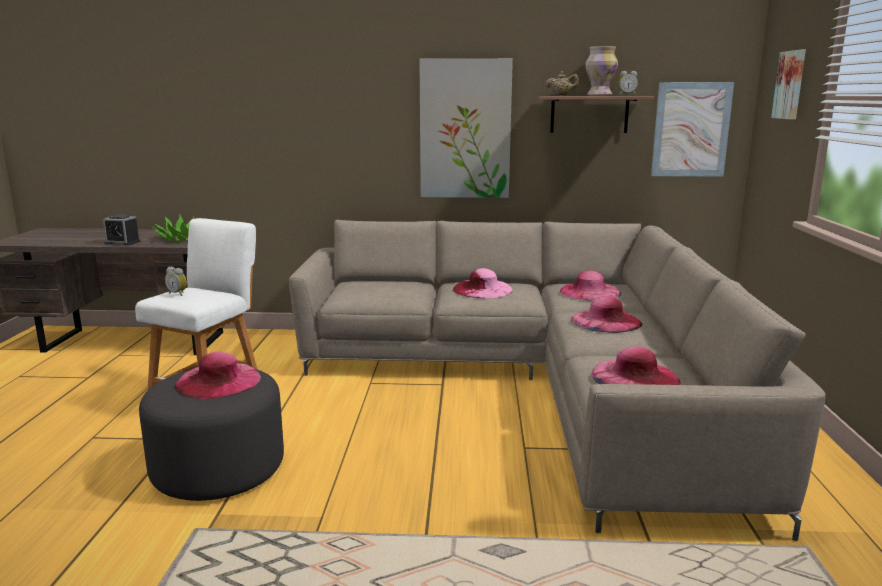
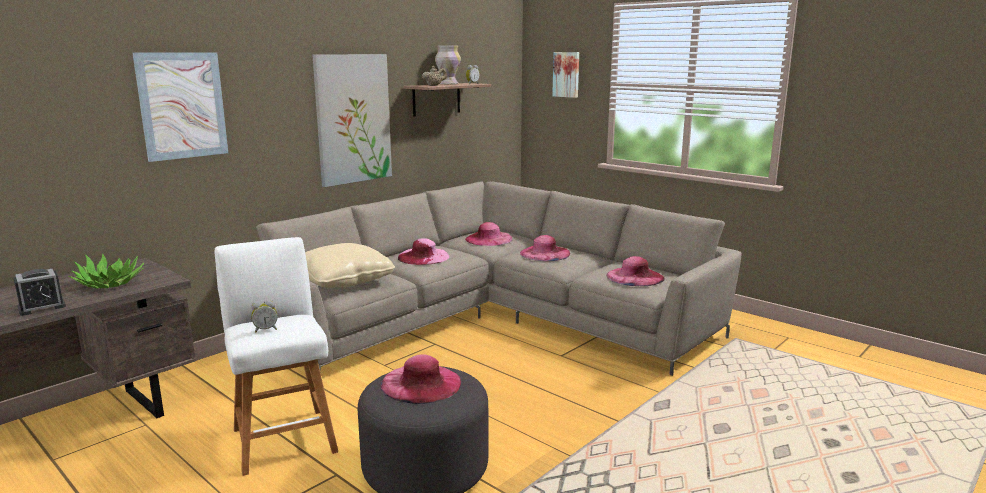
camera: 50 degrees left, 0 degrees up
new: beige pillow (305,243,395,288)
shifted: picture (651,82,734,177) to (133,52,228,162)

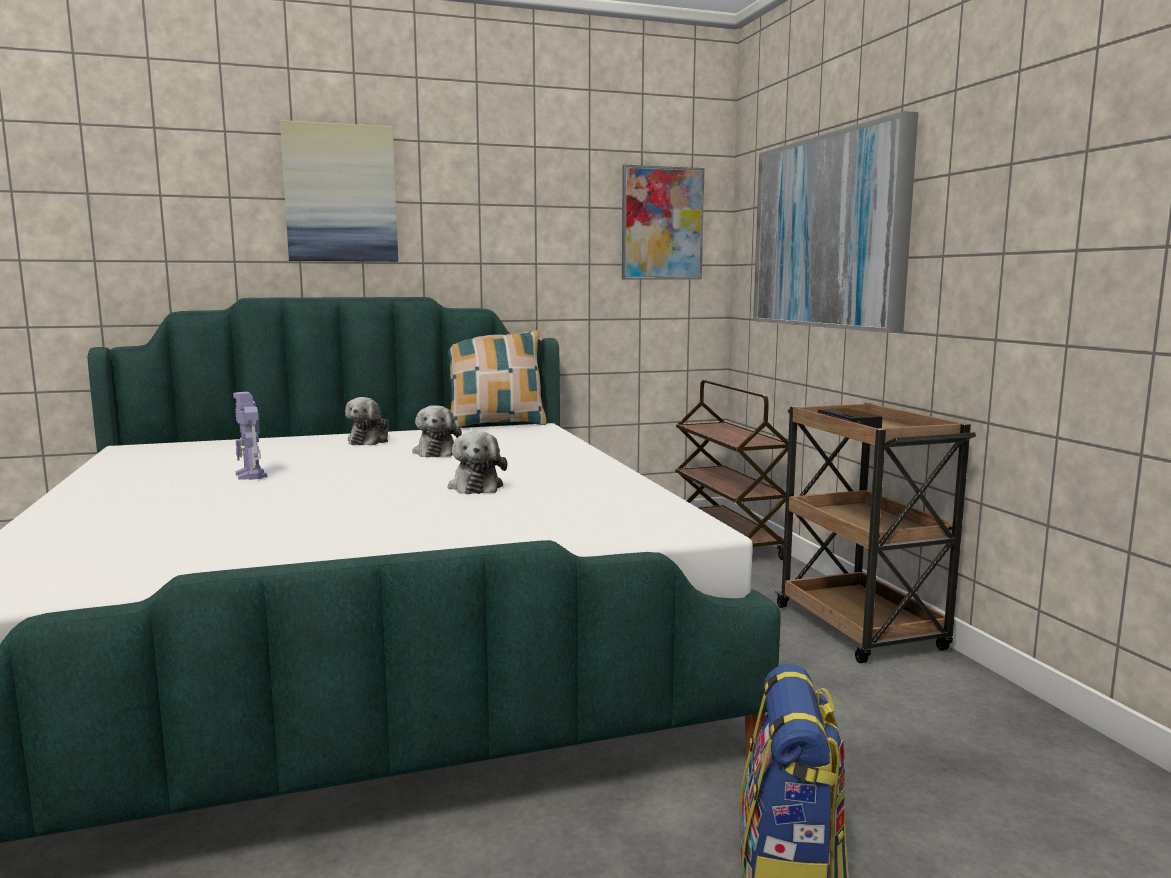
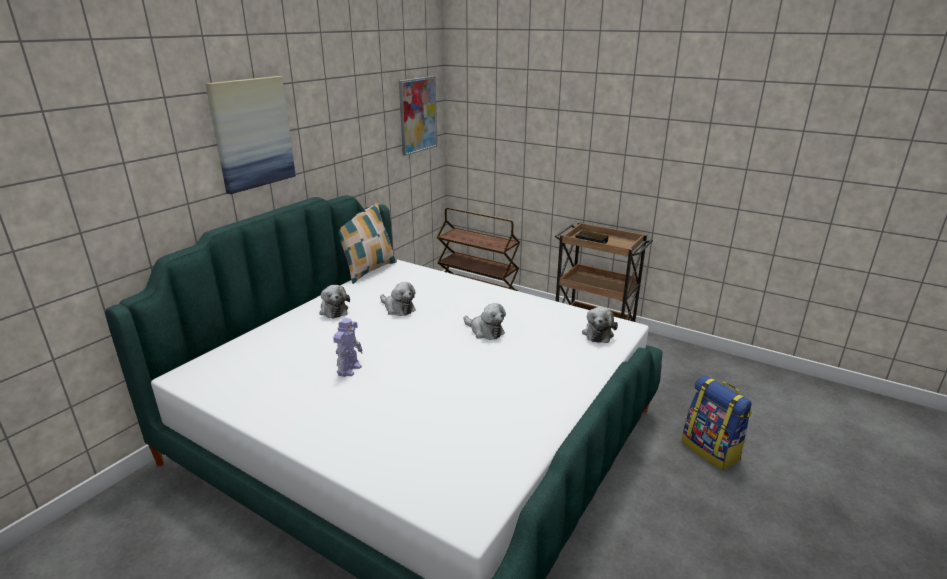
camera: 40 degrees left, 15 degrees up
gone: picture (753,111,918,333)
new: plush toy (582,307,618,343)
rotated: toy robot (233,392,267,480) = (333,318,362,377) 90 degrees counterclockwise

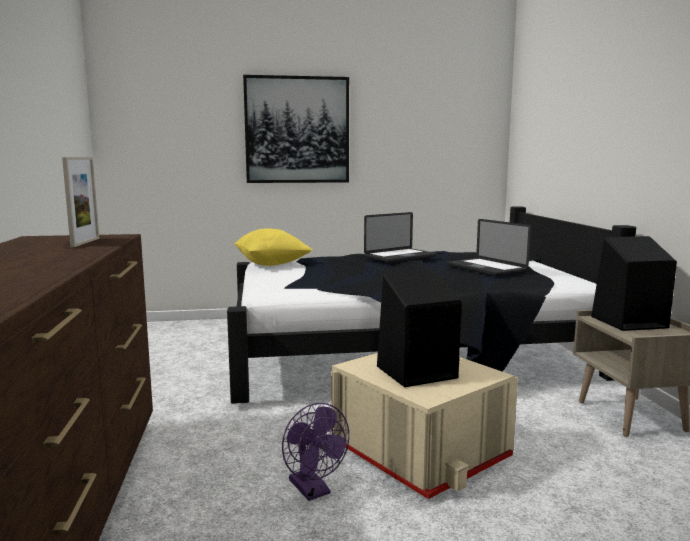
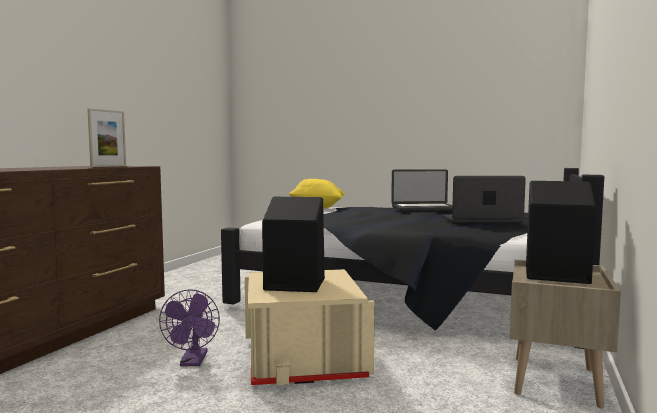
camera: 30 degrees right, 5 degrees down
gone: picture (243,75,349,183)
rotated: laptop (448,219,531,276) = (442,176,526,223) 90 degrees clockwise

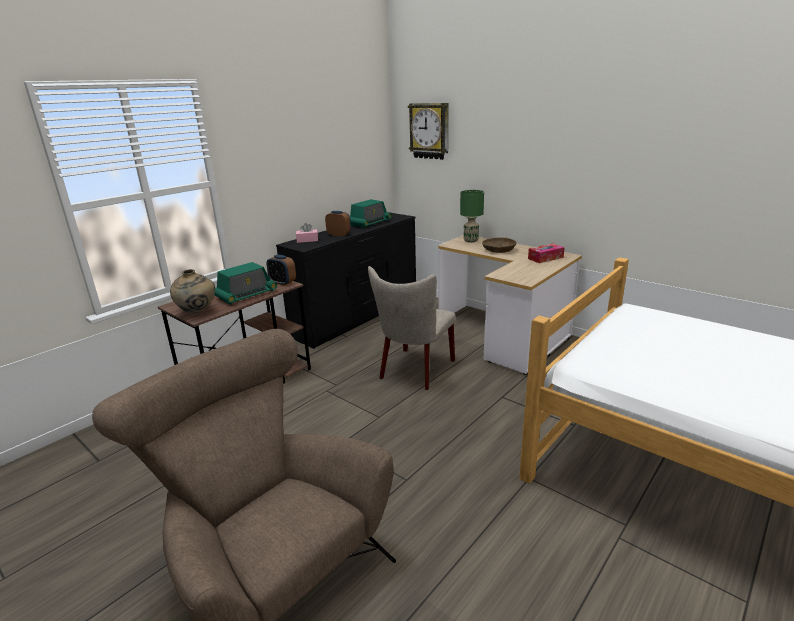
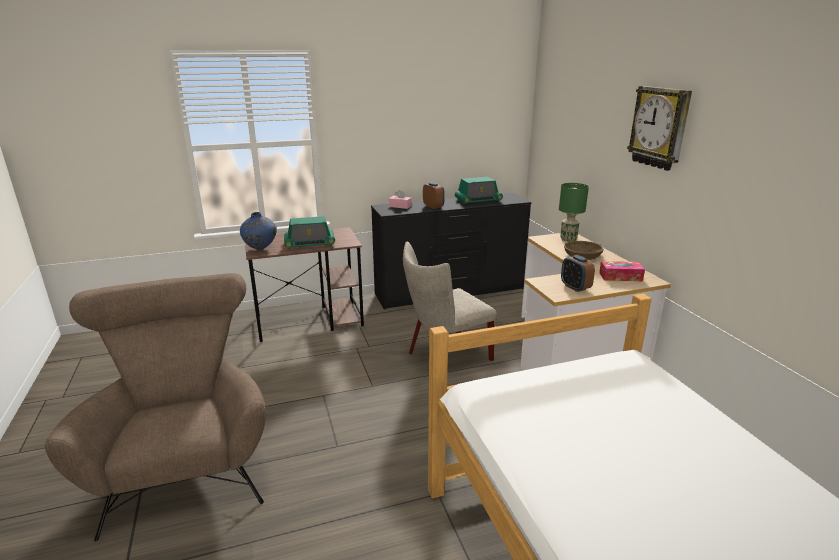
camera: 30 degrees right, 0 degrees up
shifted: alarm clock (266,255,296,286) to (561,255,595,292); wall clock (408,103,449,160) to (627,86,692,171)
repainted: beige vase (170,269,215,313) to blue vase (240,212,277,250)

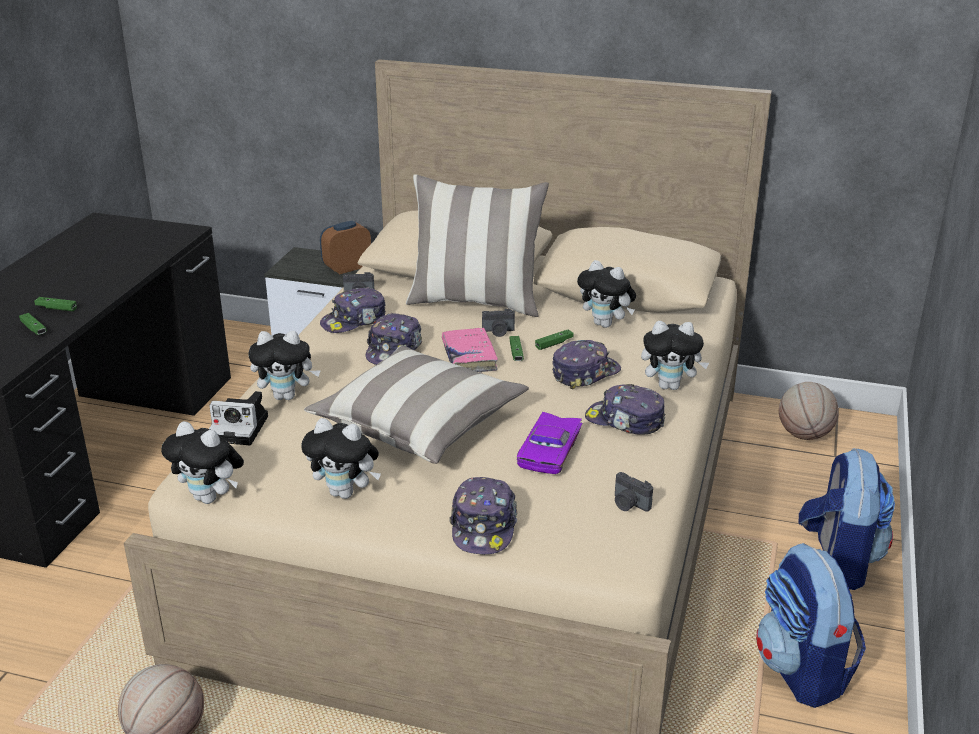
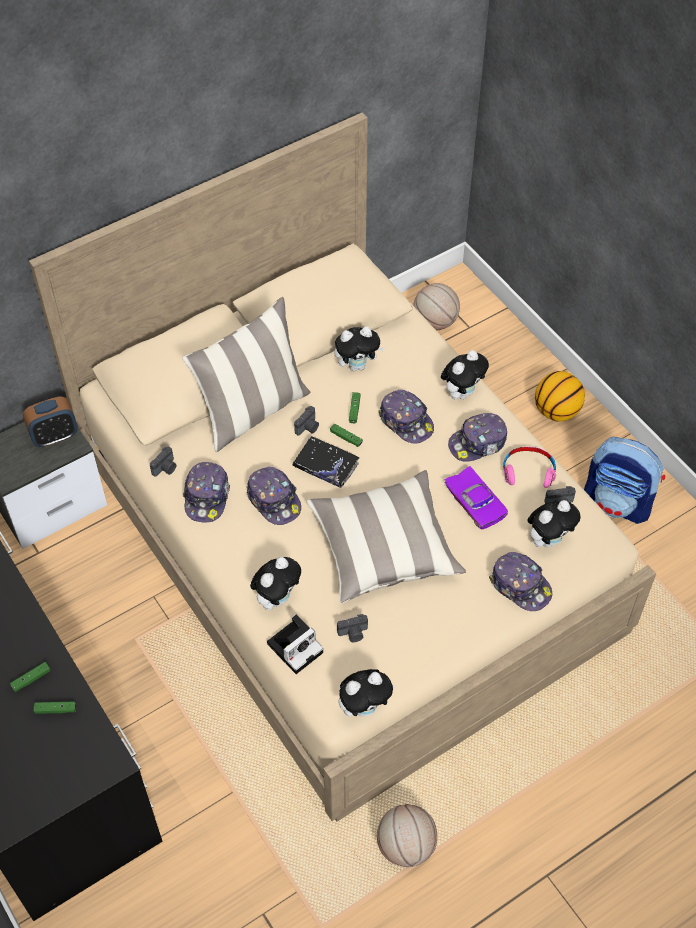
camera: 50 degrees left, 25 degrees up
new: photo camera (337,614,368,642); pink headphones (503,447,556,488)
shifted: plush toy (301,418,381,499) to (527,500,580,547)
swapped: backpack (799,448,895,590) to basketball (535,371,585,422)
repainted: pink book (442,328,498,373) to black book (292,436,359,488)
rotated: alarm clock (320,221,371,274) = (23,396,78,447) 120 degrees counterclockwise; cap (552,340,621,390) = (378,390,434,444) 135 degrees clockwise

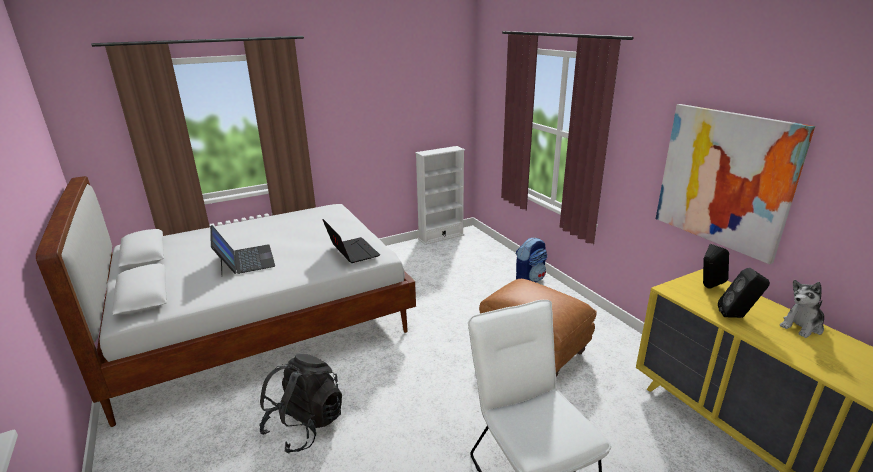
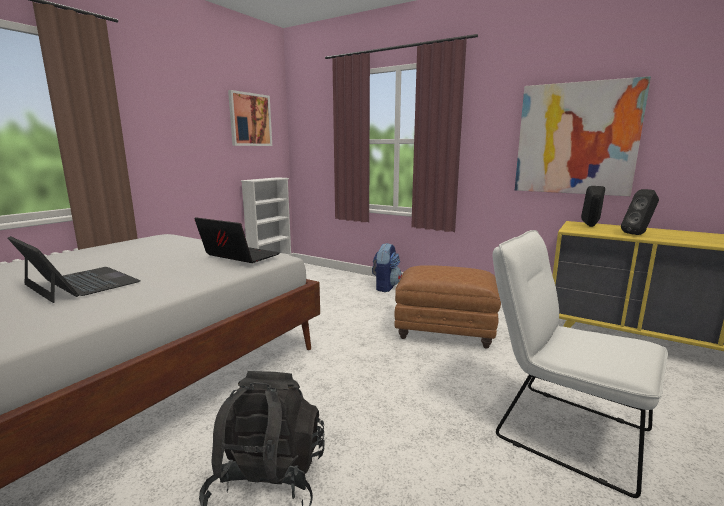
camera: 30 degrees left, 10 degrees down
gone: plush toy (780,280,824,338)
new: picture (228,90,272,146)

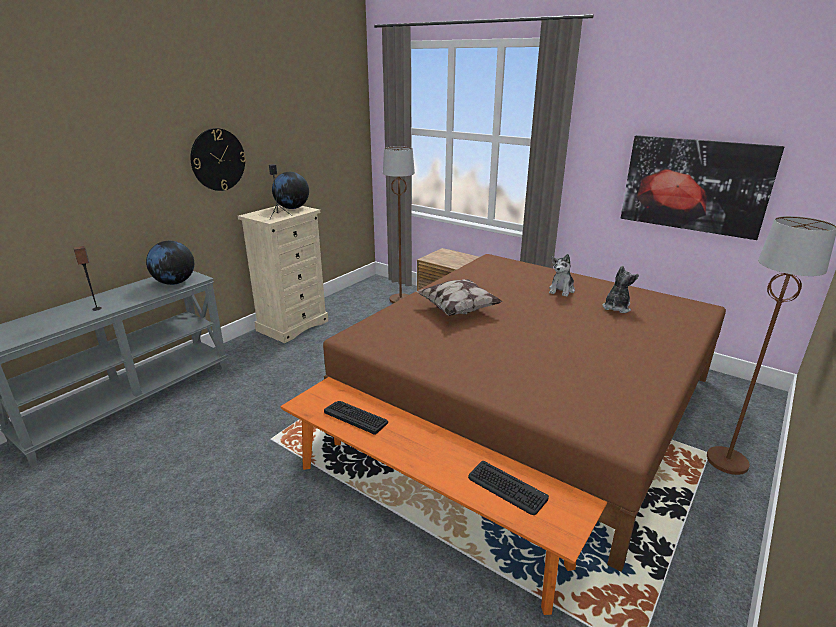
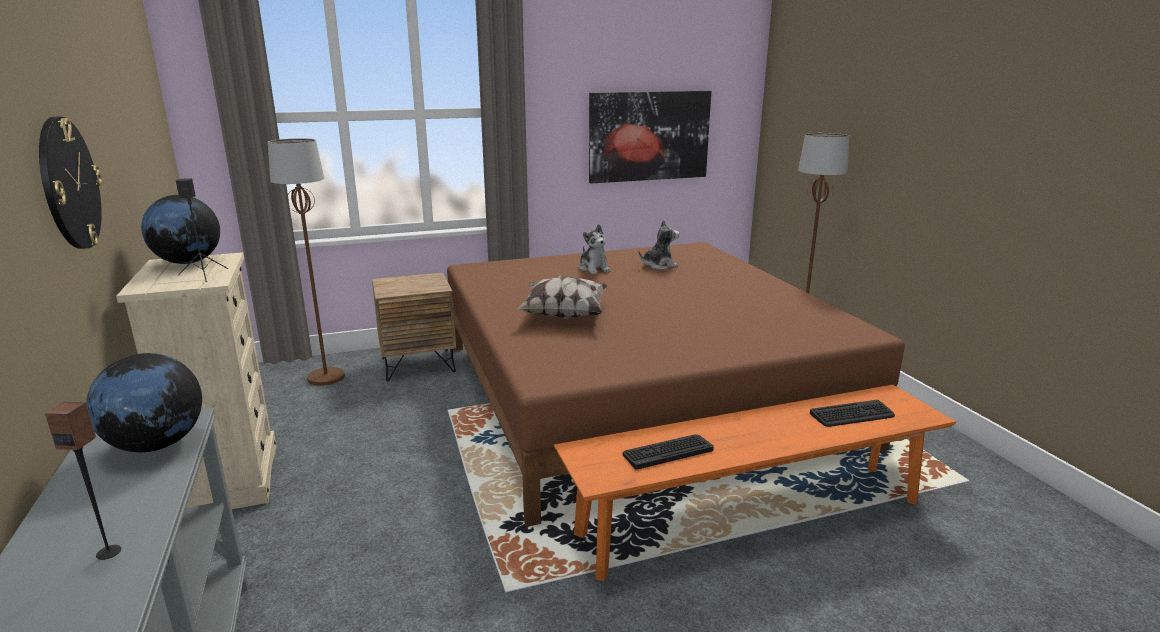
camera: 55 degrees left, 5 degrees down
rotated: plush toy (603,266,639,313) = (638,220,679,270) 90 degrees clockwise

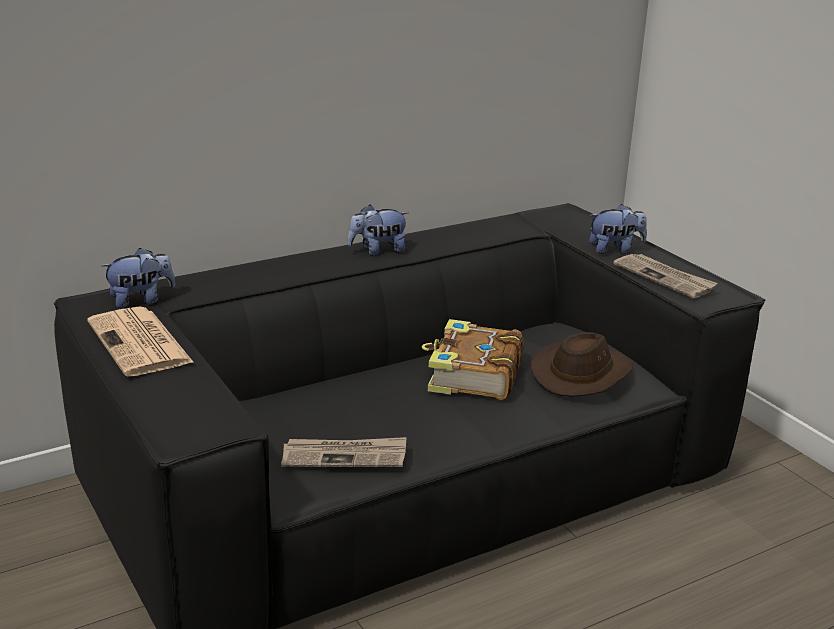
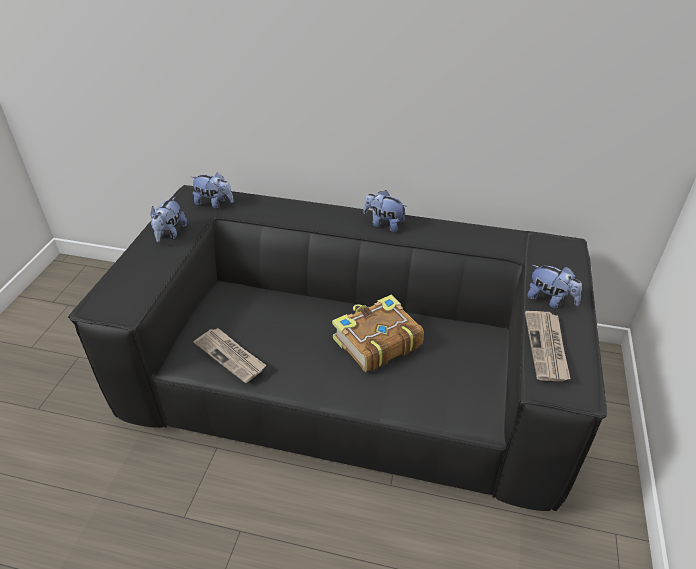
camera: 45 degrees right, 15 degrees up
gone: brown hat (530,332,633,397)
swapped: newspaper (87,306,194,377) to plush toy (151,197,187,242)

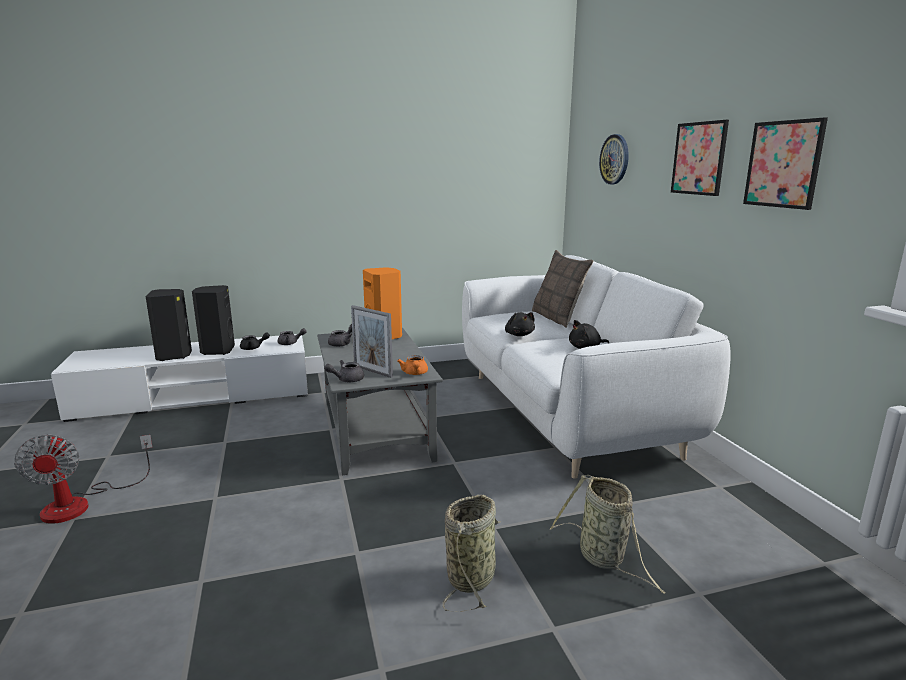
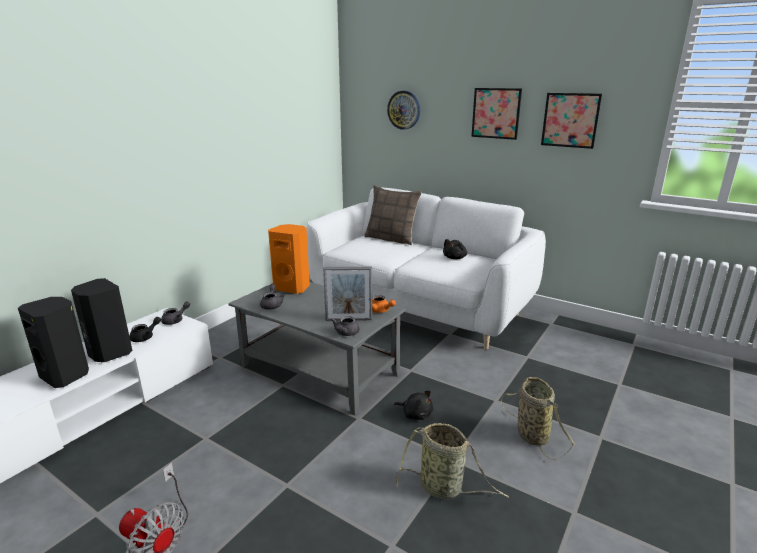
camera: 40 degrees left, 5 degrees up
shifted: black plush toy (505,312,535,336) to (394,391,433,420); basket (550,475,666,594) to (396,423,509,499)

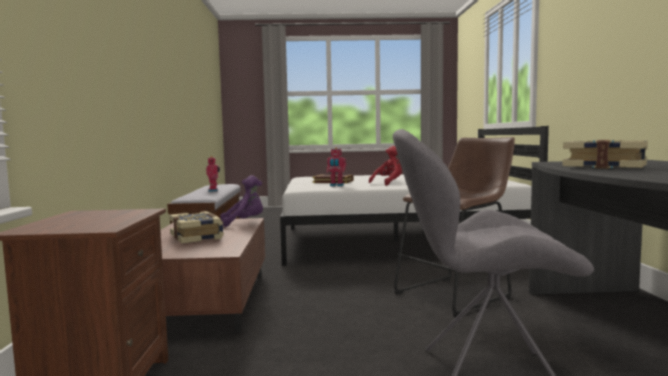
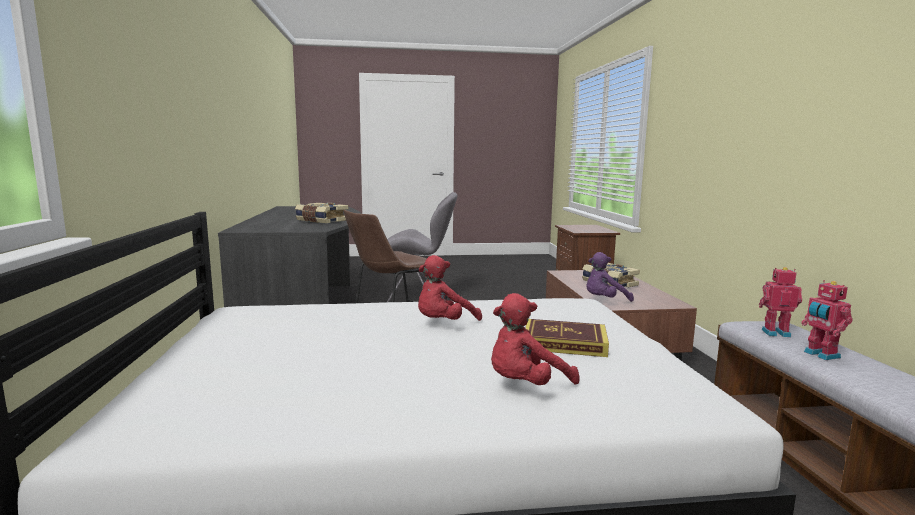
camera: 175 degrees right, 5 degrees up
new: red plush toy (491,293,580,385)
shifted: toy robot (326,147,346,186) to (759,267,802,337)

